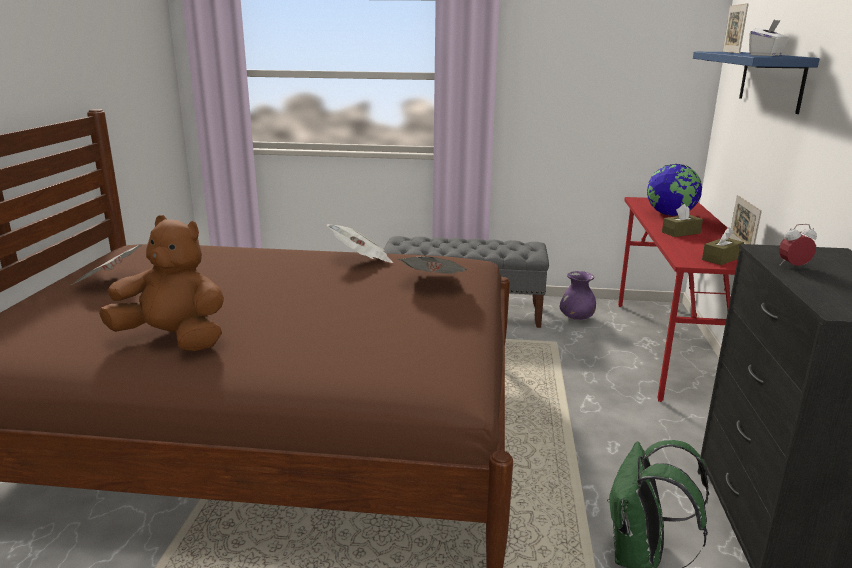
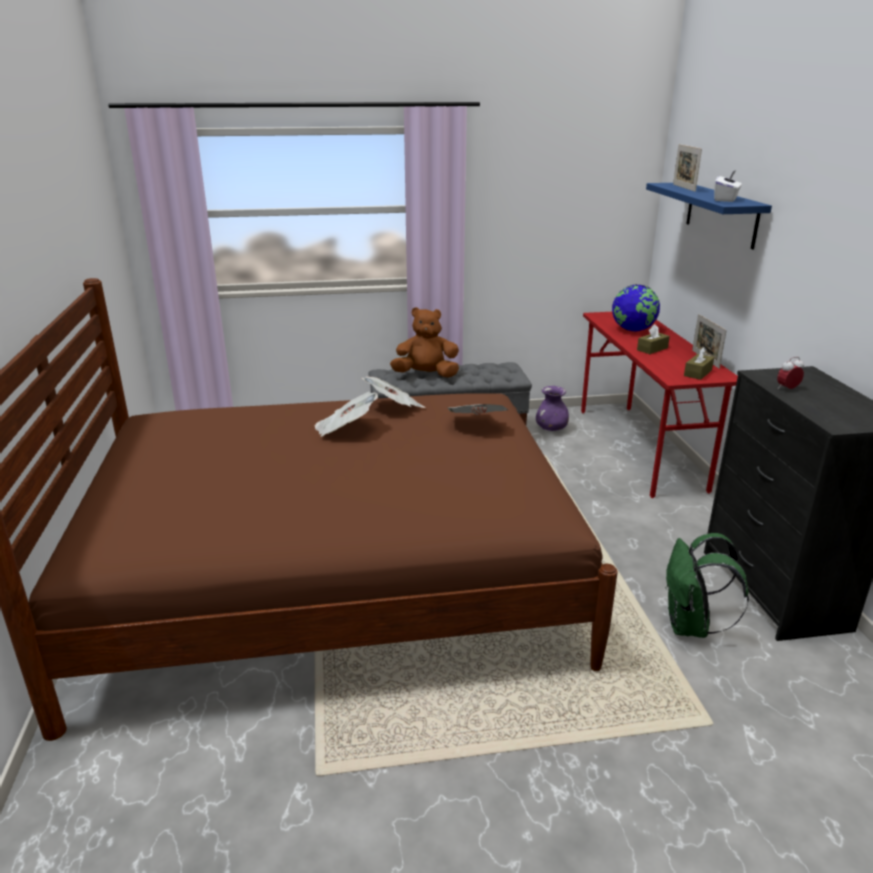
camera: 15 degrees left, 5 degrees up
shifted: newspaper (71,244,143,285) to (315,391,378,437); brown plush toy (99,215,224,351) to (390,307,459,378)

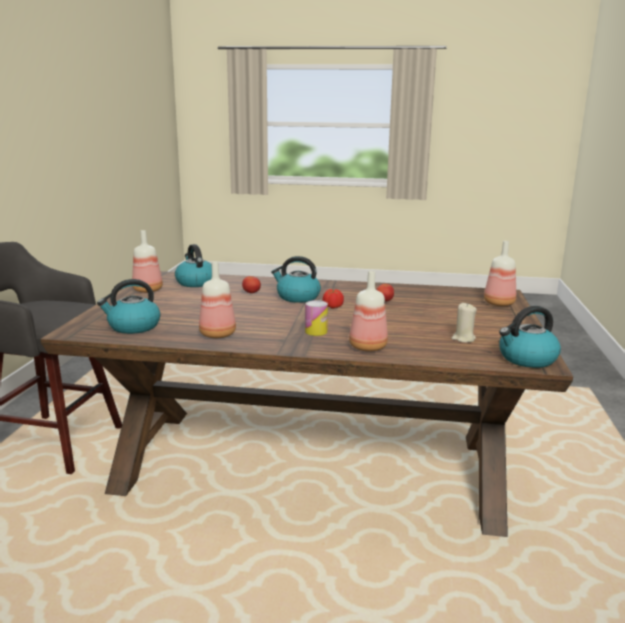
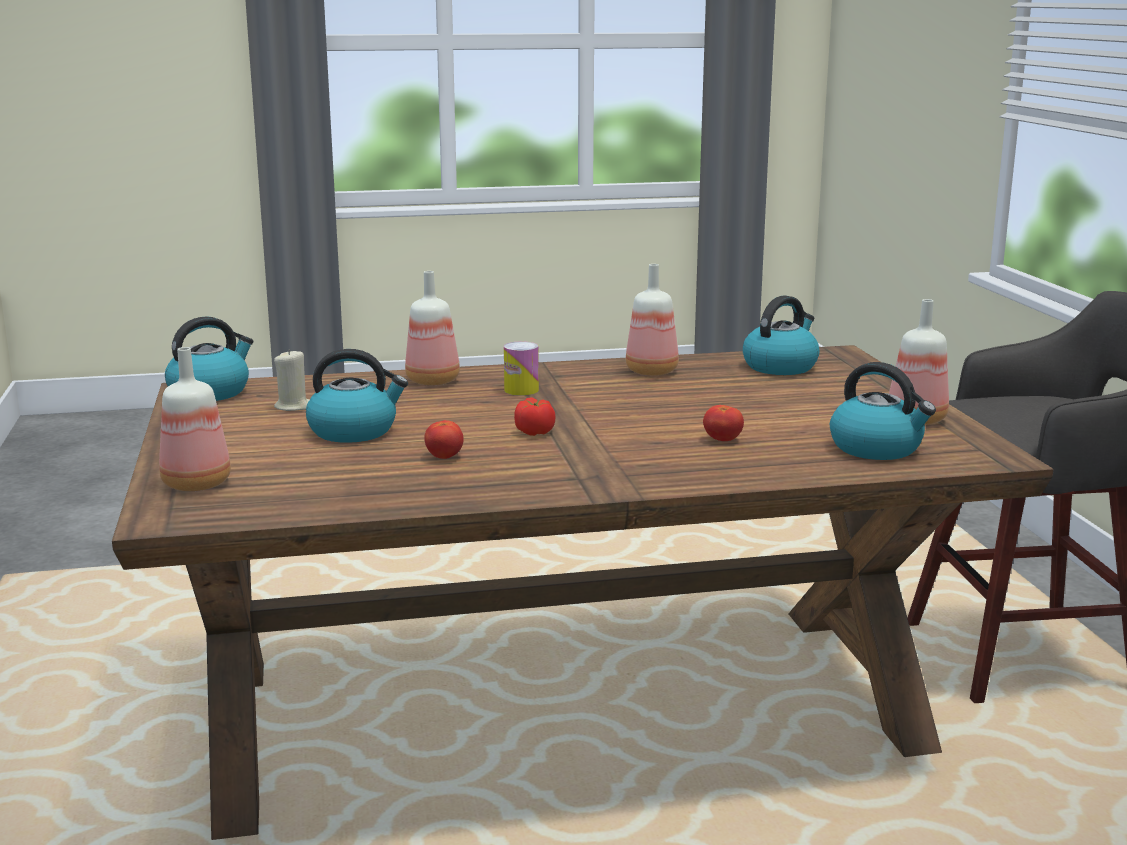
camera: 160 degrees right, 0 degrees up
shifted: kettle (271,256,321,303) to (306,349,408,443)

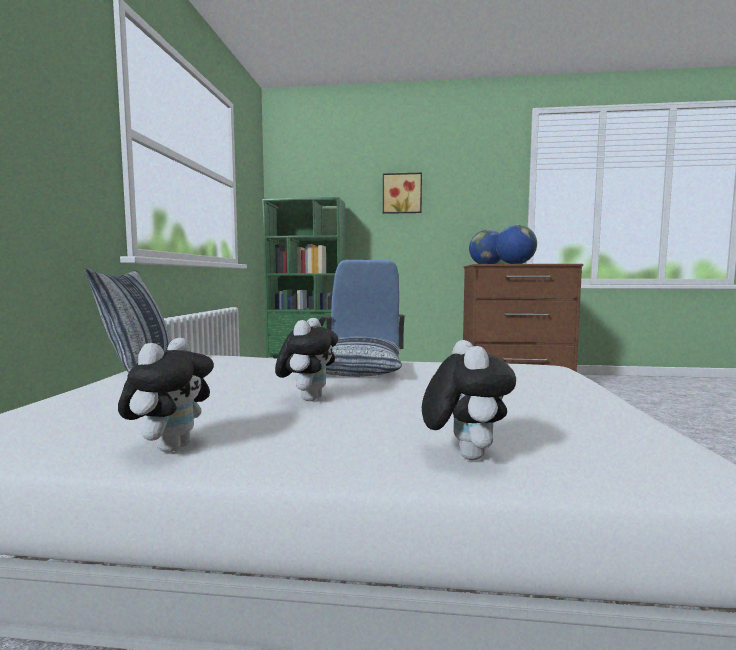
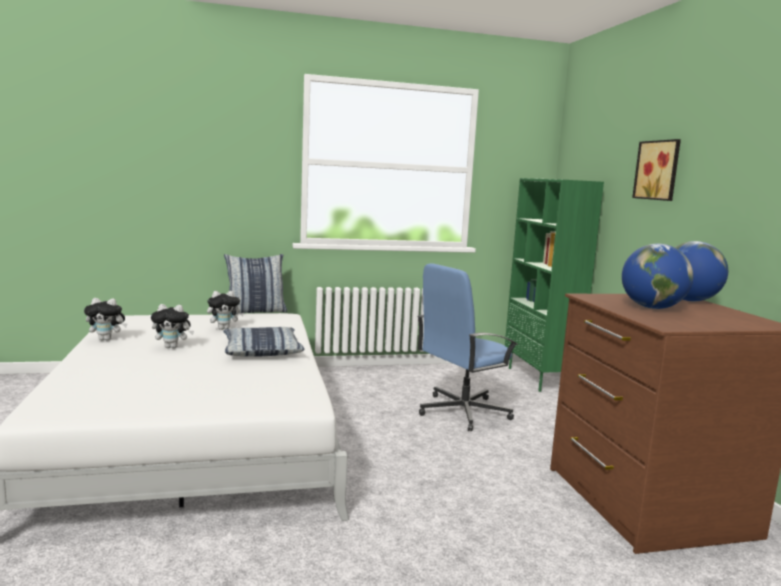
camera: 70 degrees right, 5 degrees up
shifted: plush toy (422,340,516,460) to (207,291,244,330)

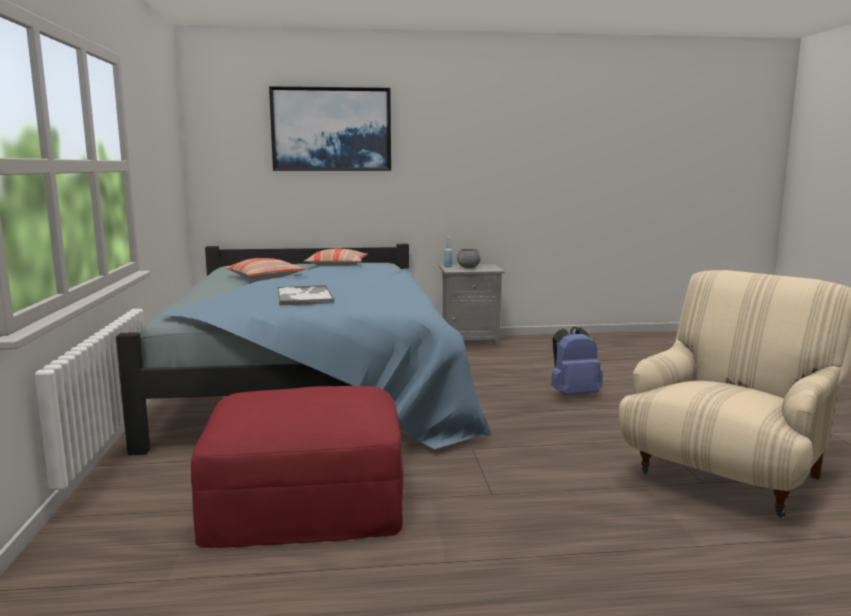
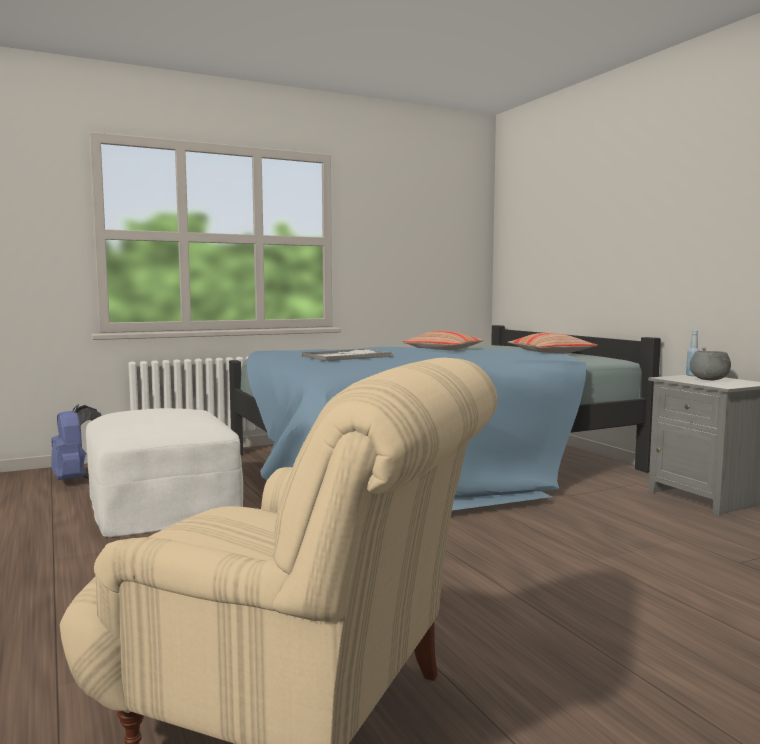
camera: 70 degrees right, 5 degrees down
gone: picture (269,86,391,171)
shifted: blue backpack (551,326,603,395) to (51,404,102,480)
repainted: red ottoman (191,386,403,548) to white ottoman (86,408,243,537)

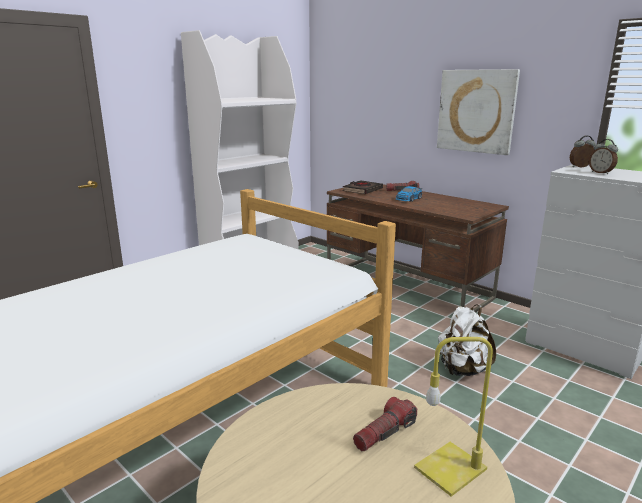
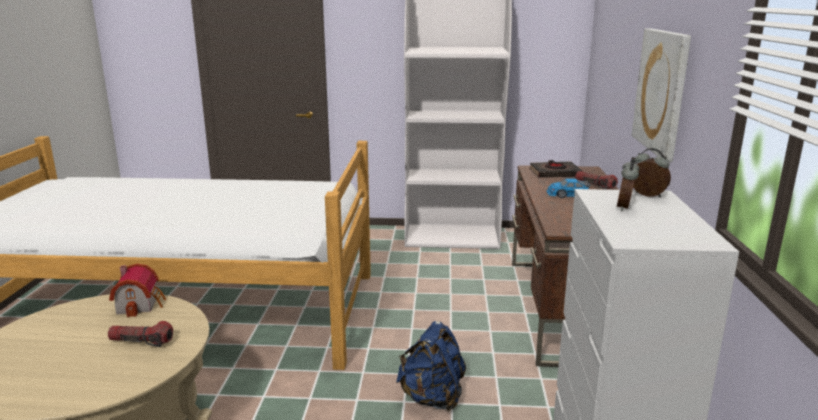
camera: 50 degrees right, 0 degrees up
gone: yellow table lamp (414,337,493,497)
new: toy house (109,264,166,317)
repainted: white backpack (438,305,496,376) to blue backpack (396,321,466,412)

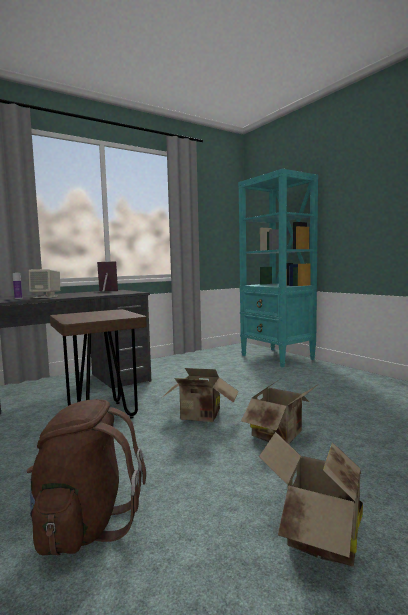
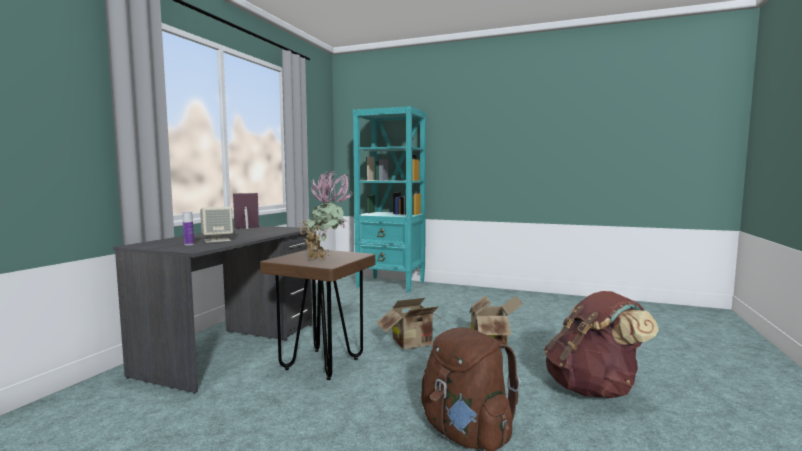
camera: 35 degrees left, 0 degrees up
new: potted plant (299,171,353,260)
swapped: cardboard box (259,432,363,567) to brown backpack (544,291,659,398)

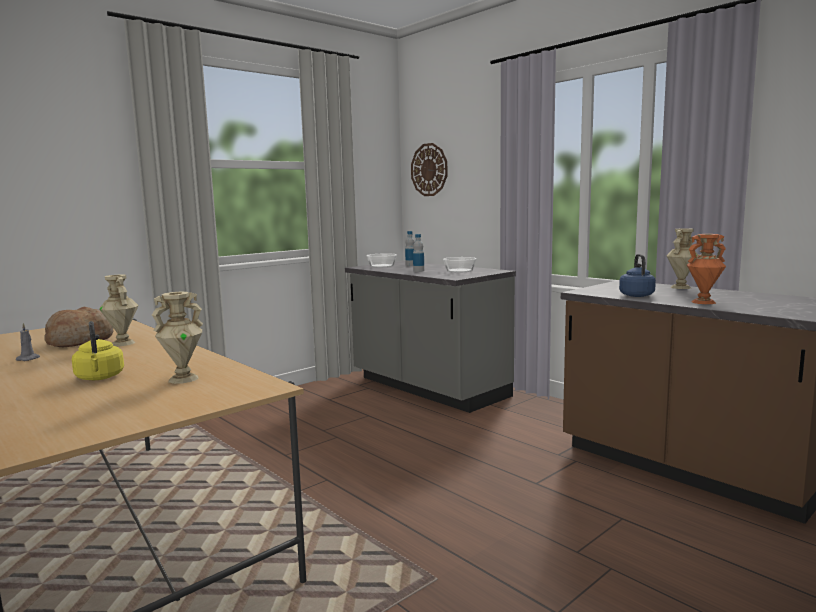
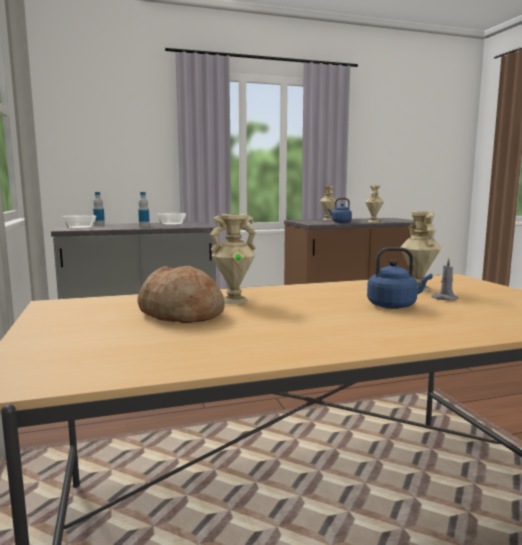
camera: 65 degrees left, 0 degrees up
gone: wall clock (411,143,447,196)
shifted: grey candle (16,323,40,361) to (431,258,459,301)
repainted: yellow kettle (72,321,124,380) to blue kettle (367,247,433,309); orange vase (687,234,726,304) to beige vase (365,185,384,222)

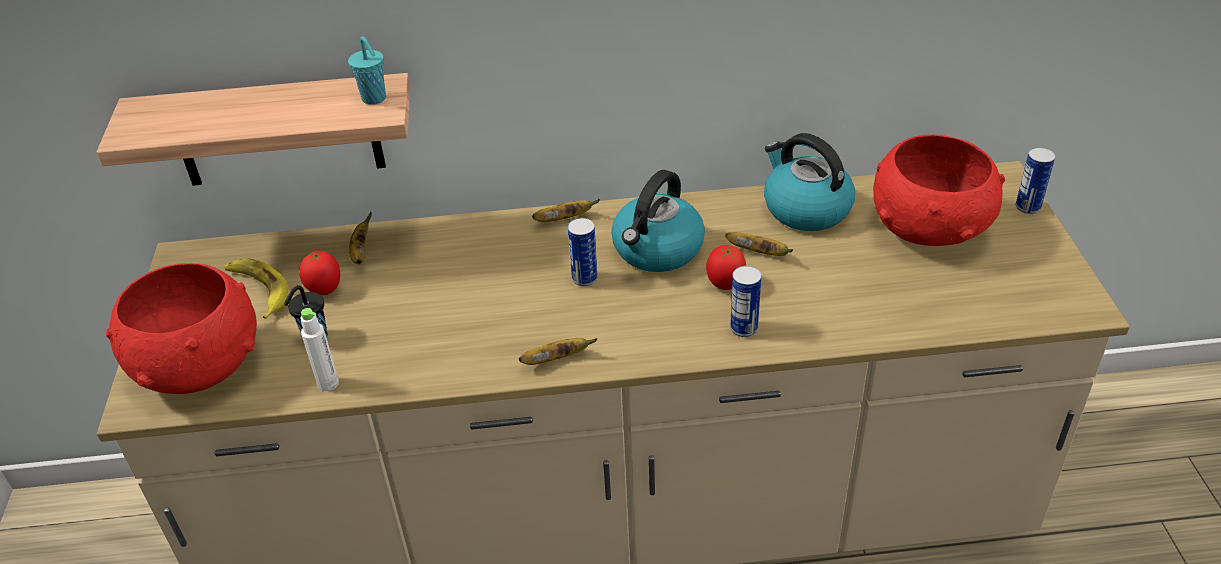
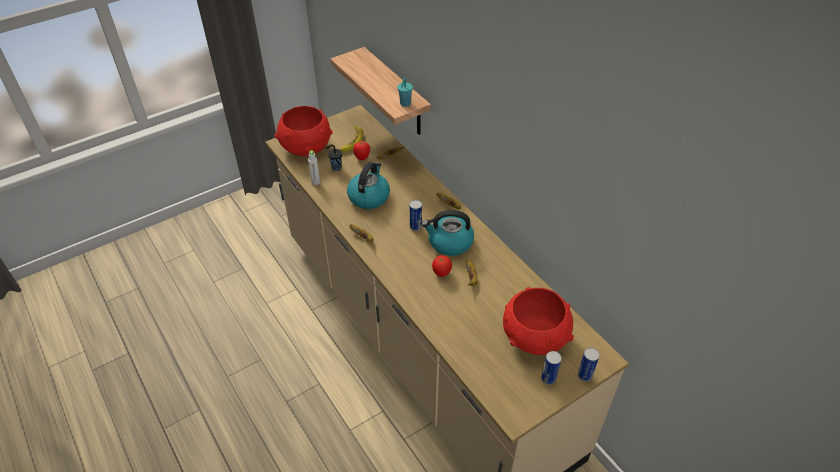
camera: 60 degrees right, 5 degrees up
shifted: can (730,266,761,337) to (541,351,561,385); kettle (764,133,855,231) to (347,162,390,209)

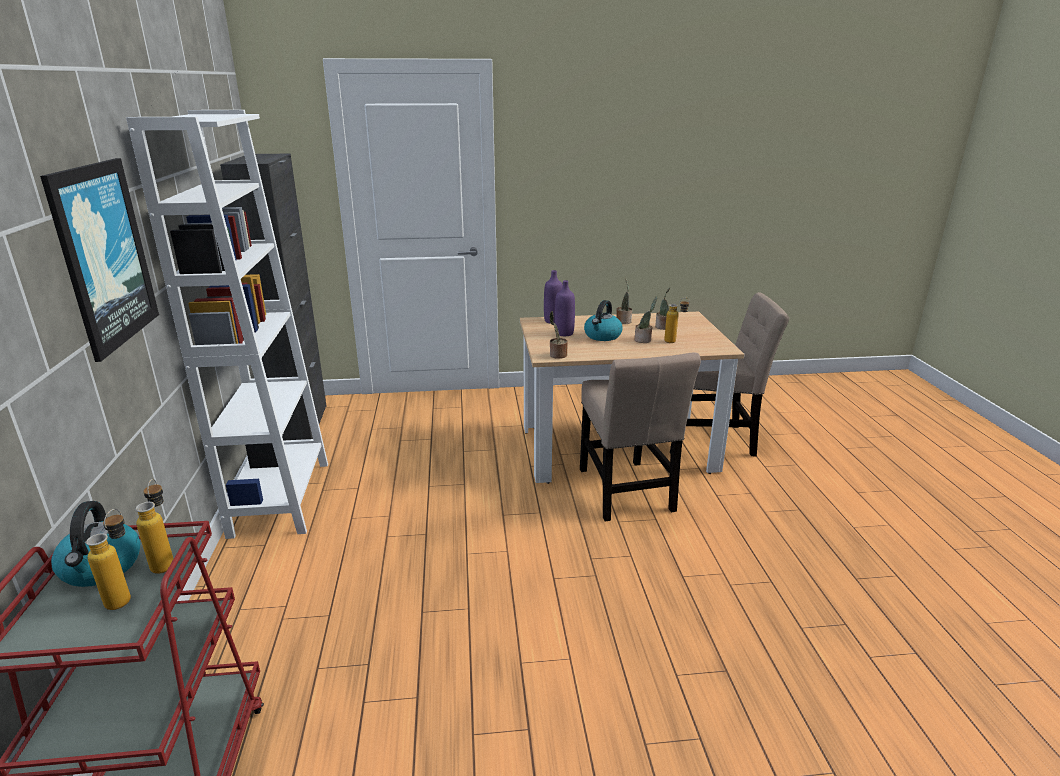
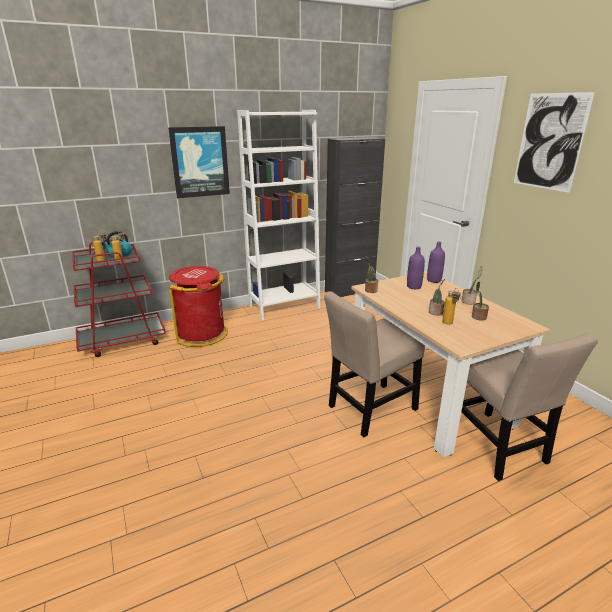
camera: 70 degrees right, 0 degrees up
gone: kettle (584,300,623,341)
new: red trash can (169,266,228,347); picture (514,92,595,193)

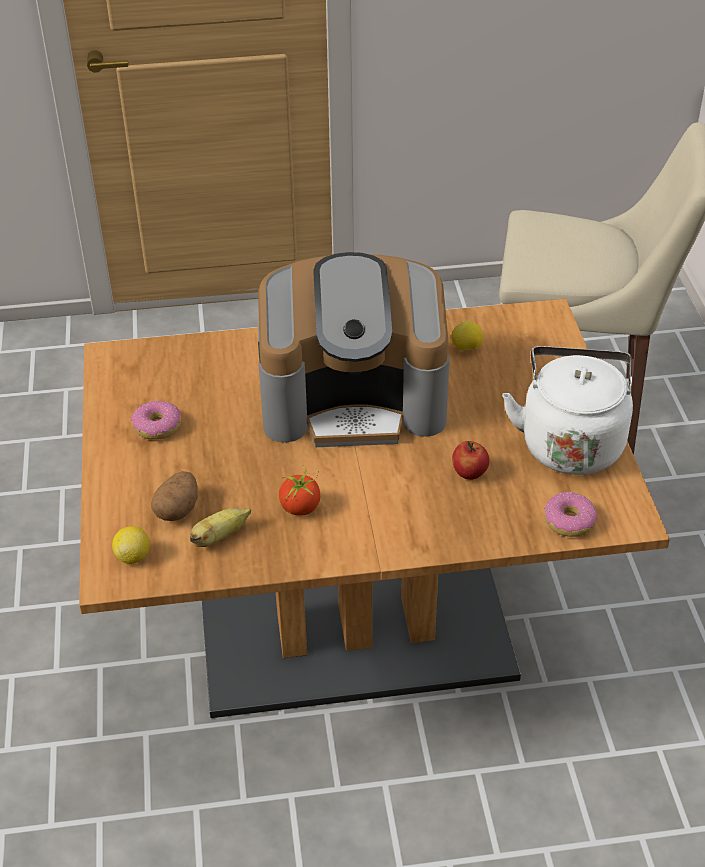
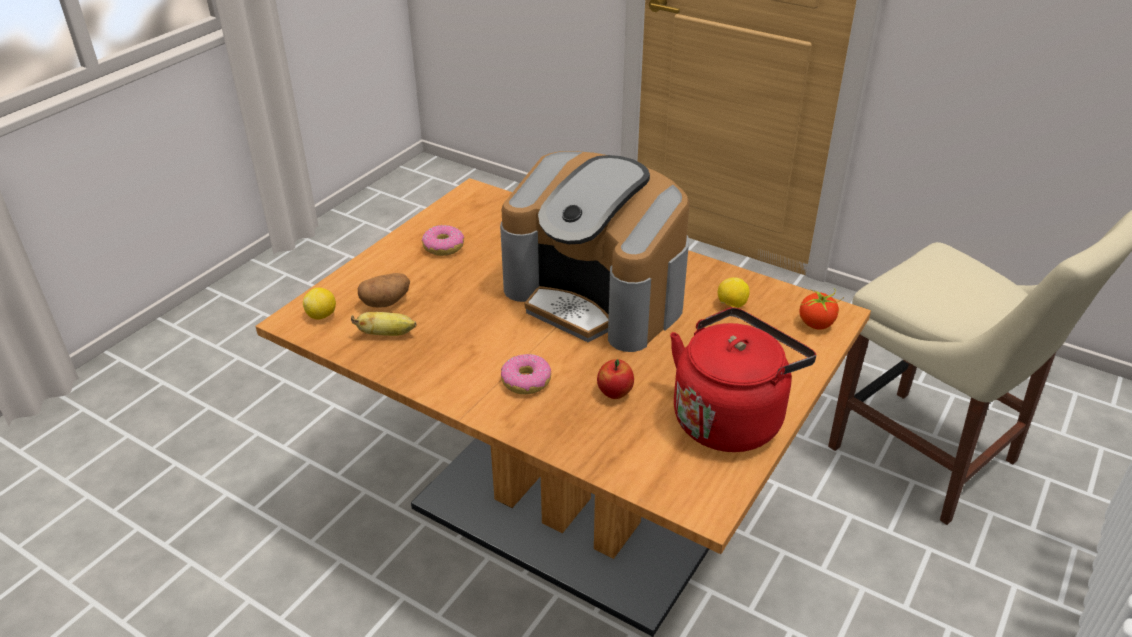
camera: 40 degrees right, 5 degrees down
shifted: tomato (279,465,320,516) to (799,288,844,330); donut (544,492,597,537) to (501,354,551,394)
repainted: white kettle (503,346,633,475) to red kettle (670,307,816,452)

